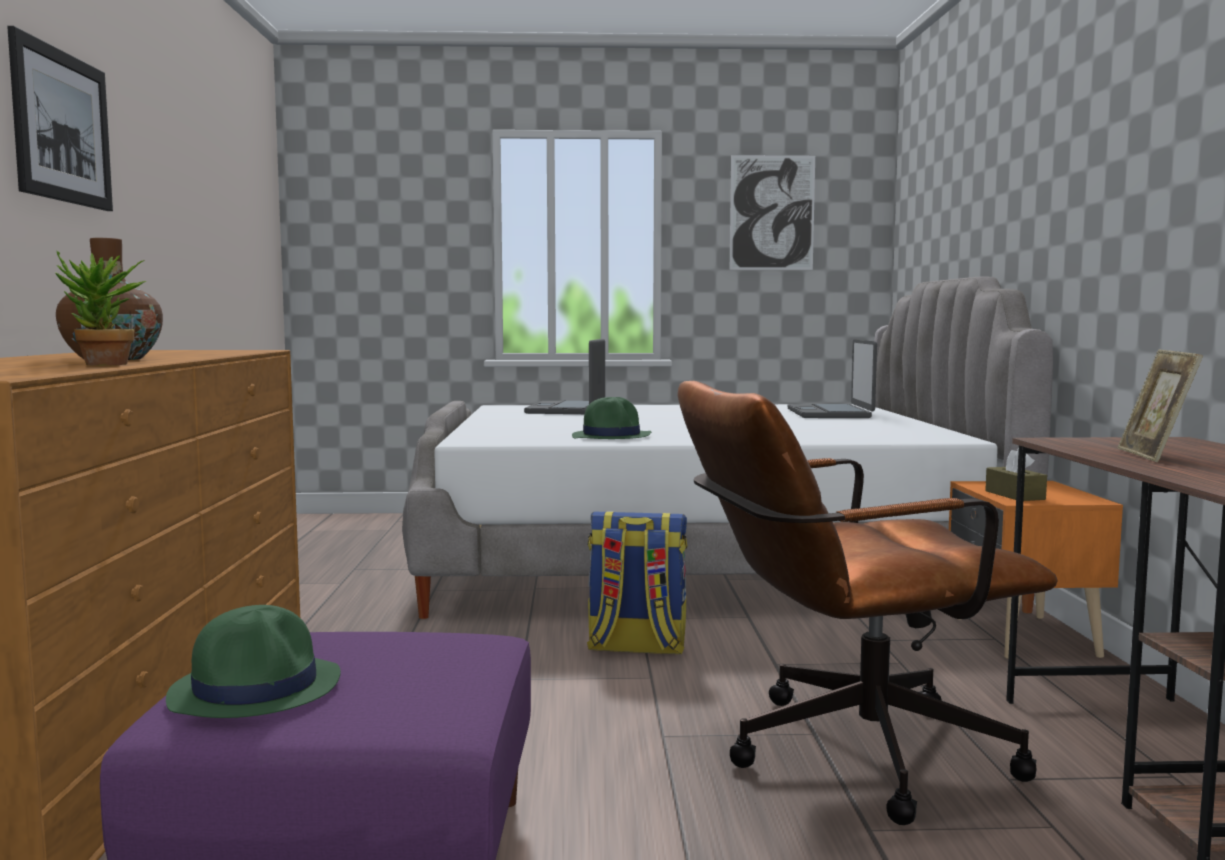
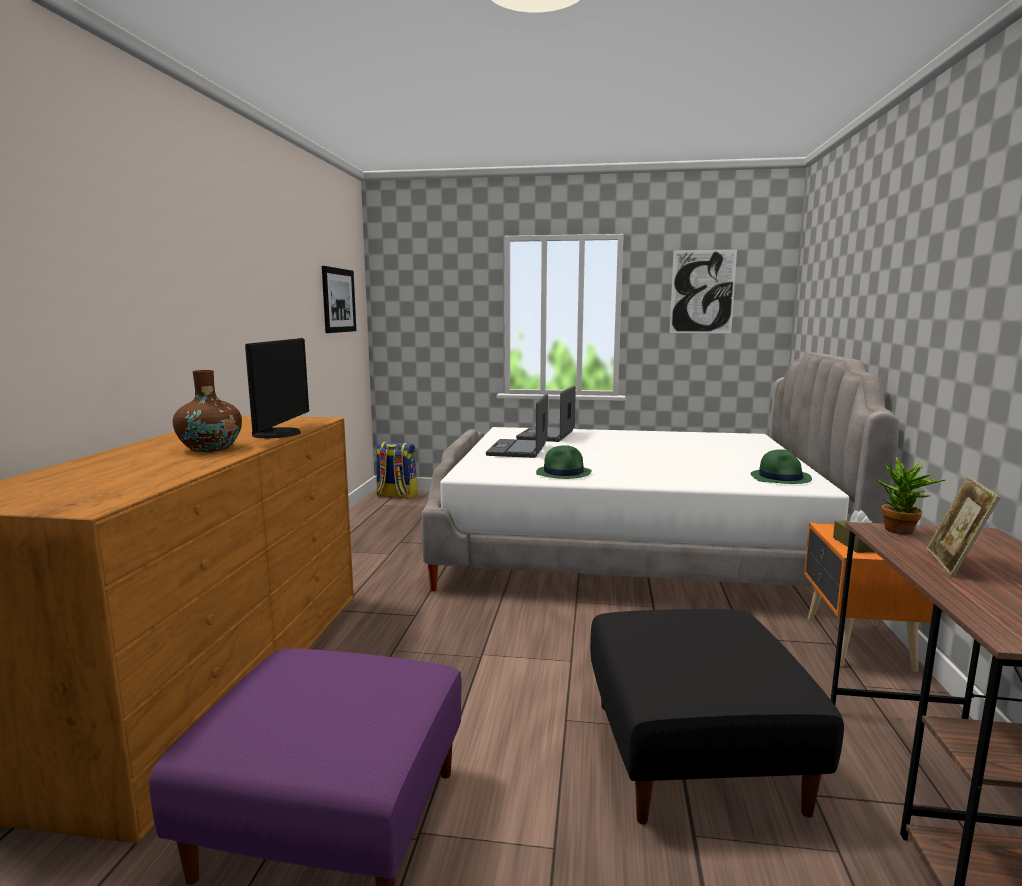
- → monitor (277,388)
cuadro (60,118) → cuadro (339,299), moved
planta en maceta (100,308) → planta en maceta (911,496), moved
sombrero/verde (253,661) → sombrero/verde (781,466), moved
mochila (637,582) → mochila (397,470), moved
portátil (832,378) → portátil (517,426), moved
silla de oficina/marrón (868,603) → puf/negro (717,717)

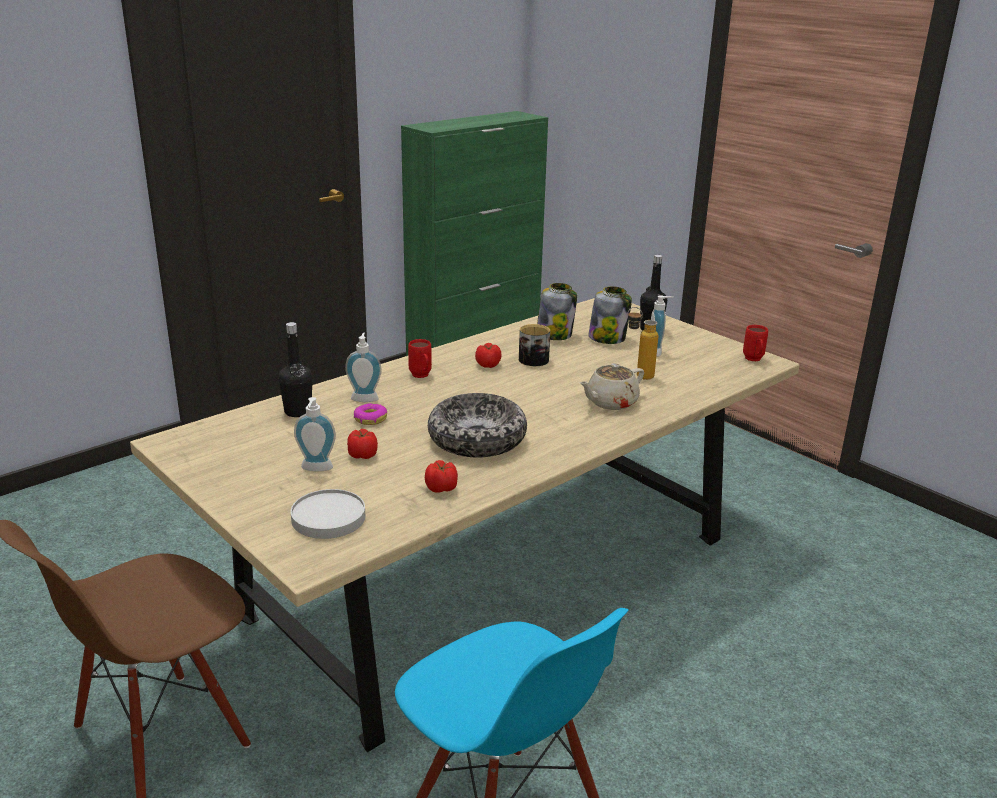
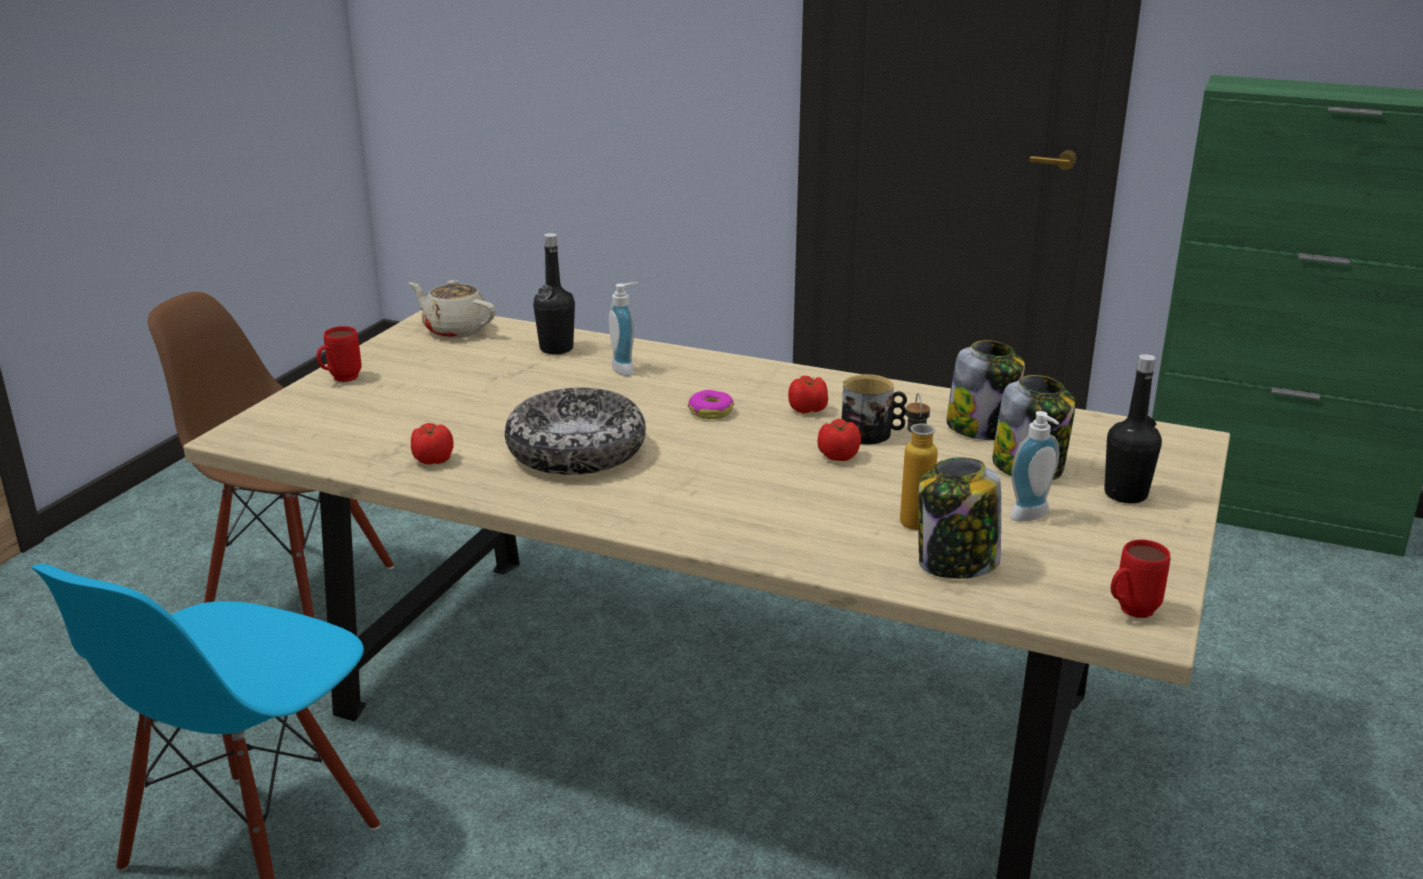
plato/blanco (328,514) → -
dispensador de jabón (315,434) → -
- → tarro (959,518)
tomate (362,444) → tomate (839,440), moved
rosquilla (370,414) → rosquilla (711,404), moved
taza grande/rojo (420,358) → taza grande/rojo (339,354), moved
tetera/beis (611,386) → tetera/beis (452,309), moved

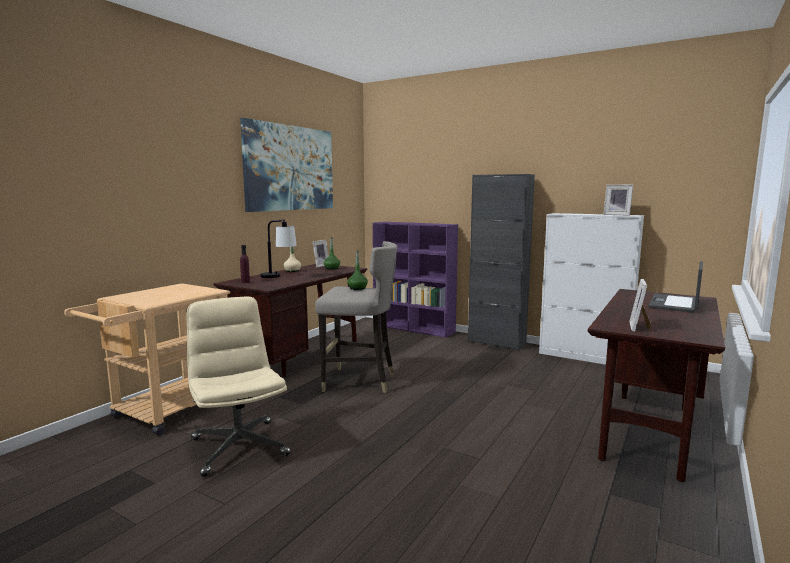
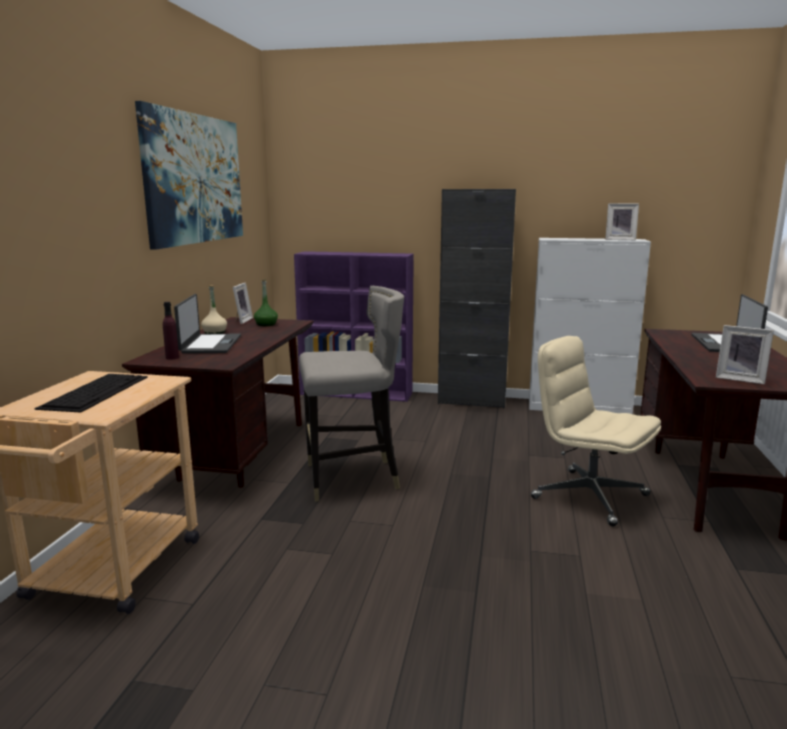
botella/verde (358,270) → -
- → teclado (91,393)
silla de oficina/beis (238,386) → silla de oficina/beis (596,431), moved
lámpara de mesa (278,249) → portátil (207,324)
portarretratos (640,305) → portarretratos (745,354), 60 degrees counterclockwise

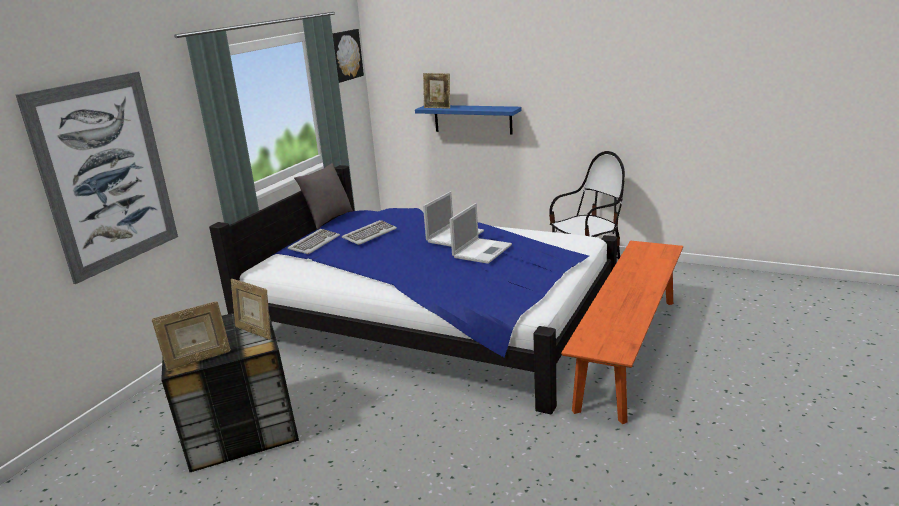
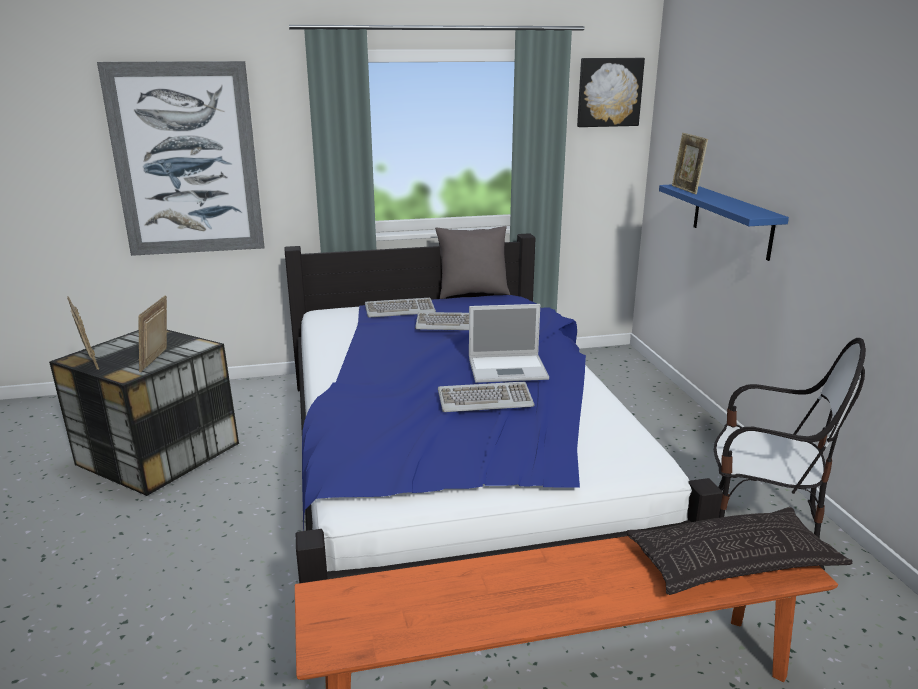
- → cojín (739,551)
portátil (480,233) → teclado (486,397)
portarretratos (191,335) → portarretratos (83,333), 150 degrees counterclockwise

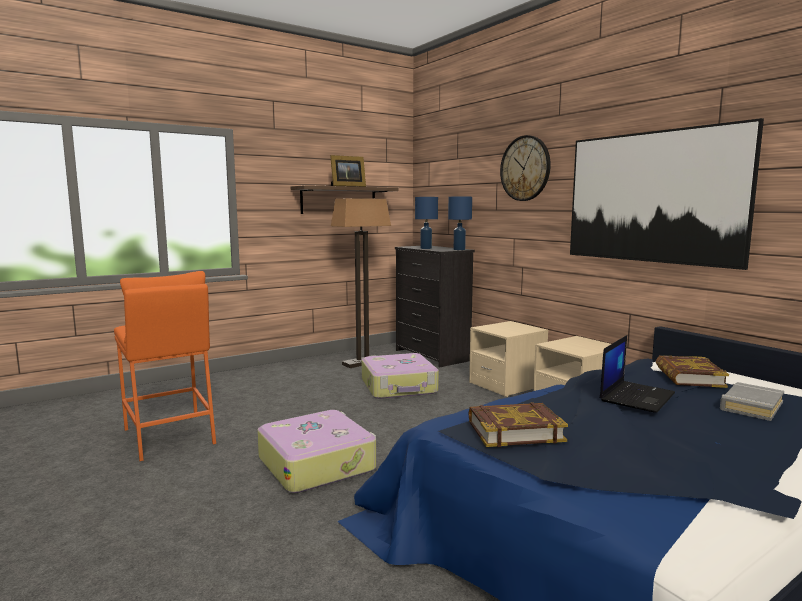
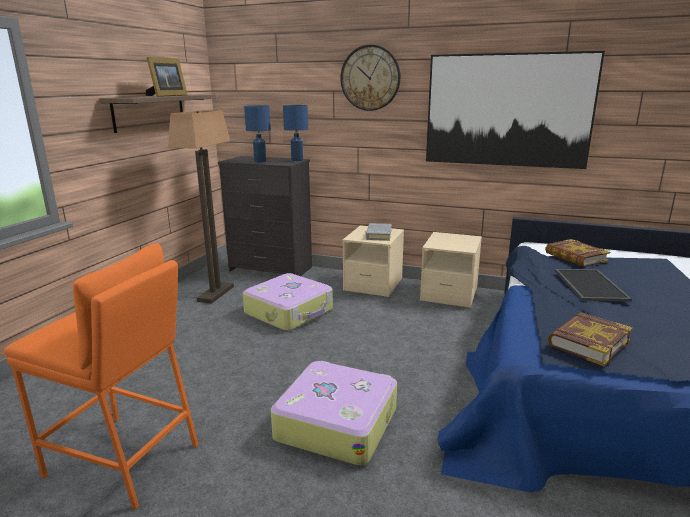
libro/gris (752,401) → libro/gris (379,232), moved
portátil (637,374) → bandeja (593,285)

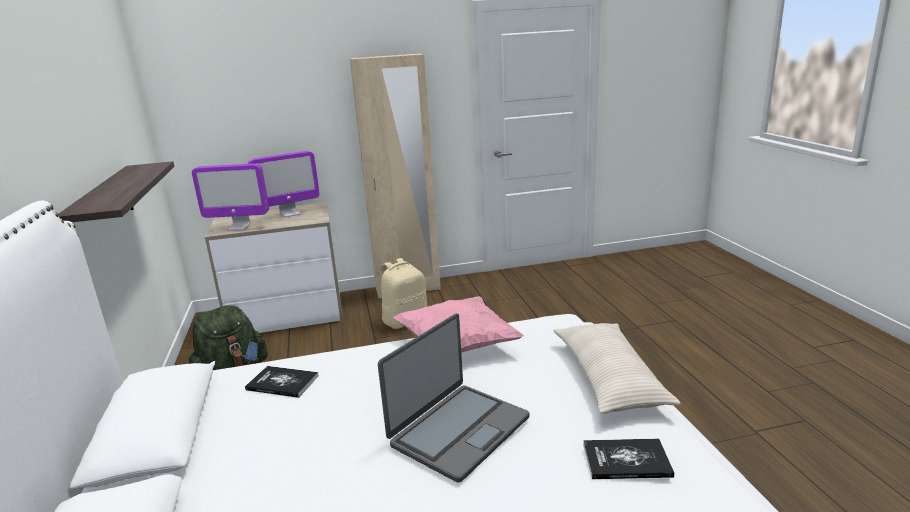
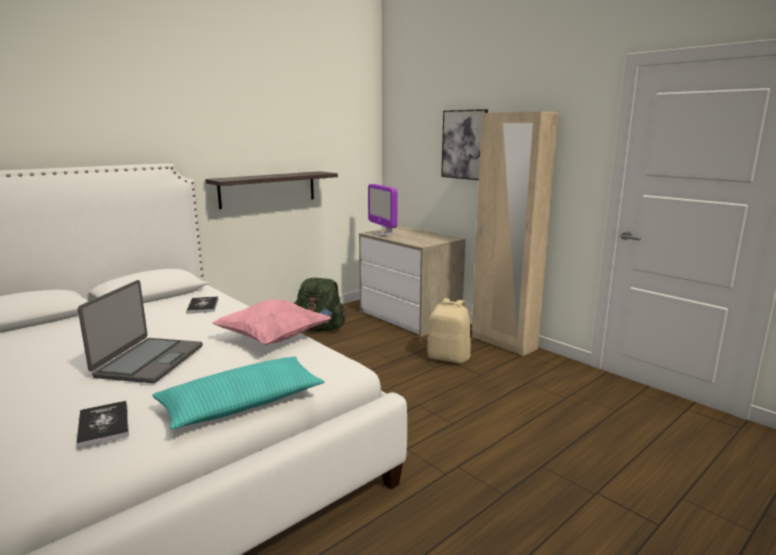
monitor (284,184) → -
- → cuadro (464,144)
cojín/beis (617,368) → cojín/turquesa (239,392)
portátil (453,398) → portátil (140,331), 90 degrees counterclockwise

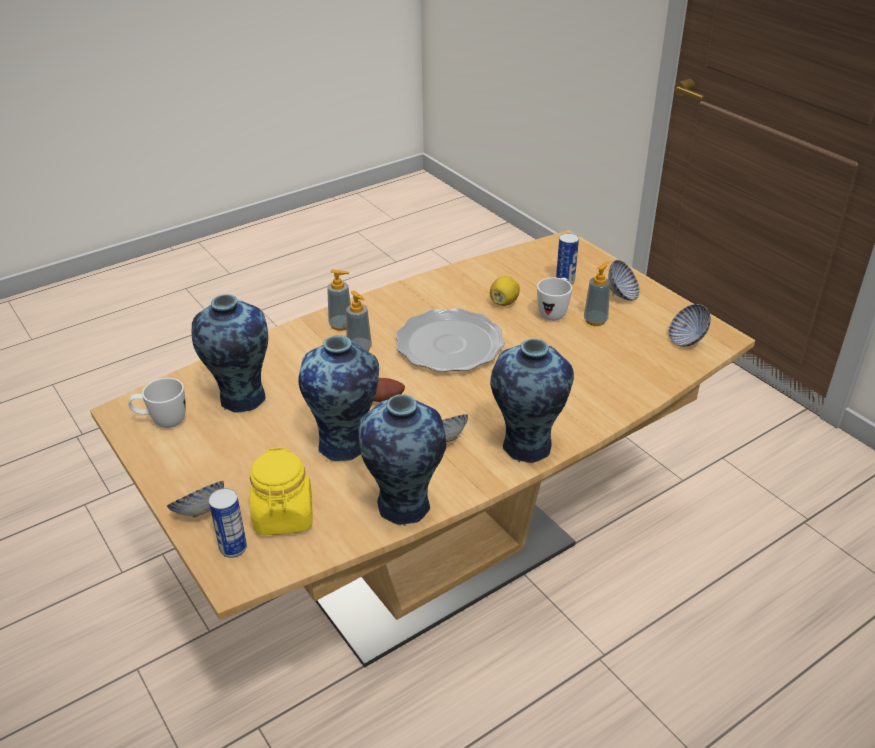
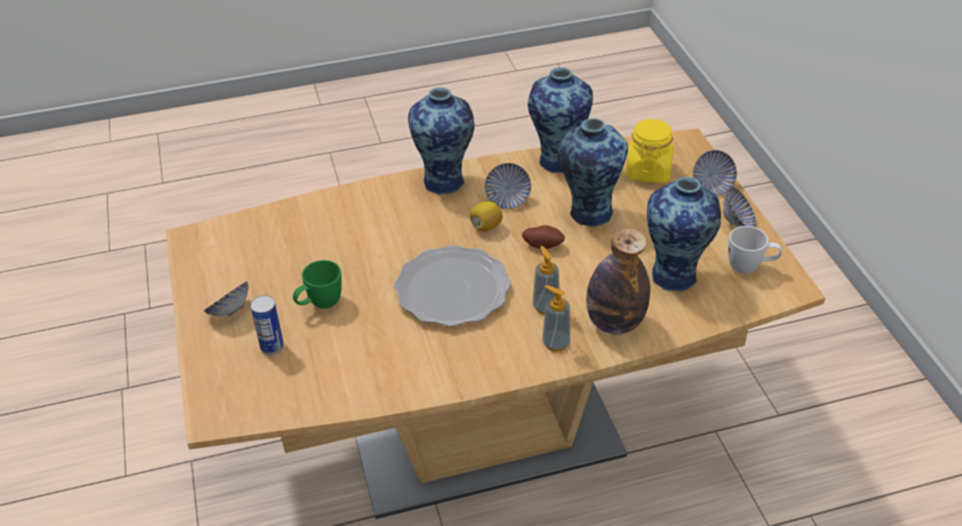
lata (228,523) → -
dispensador de jabón (597,293) → -
- → botella (618,281)
limón (505,291) → limón (486,216), moved
cuenco (689,325) → cuenco (739,207), moved
taza grande/blanco (554,299) → taza grande/verde (317,284)

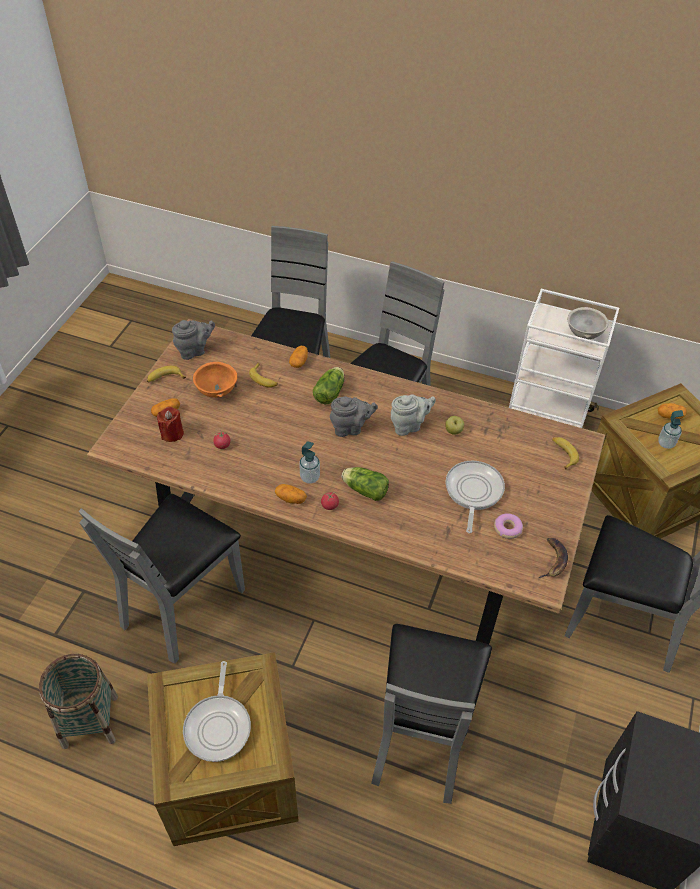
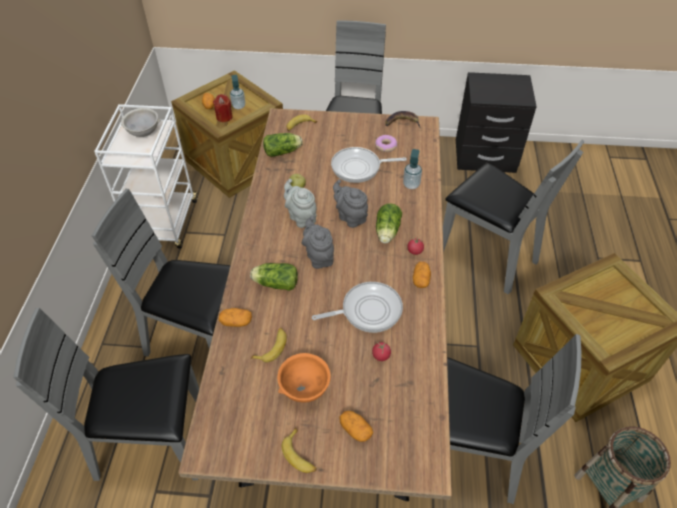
- → lechuga (283,145)
vela/rojo (170,424) → vela/rojo (223,108), moved
tetera/gris (193,340) → tetera/gris (350,203), moved
sartén (217,711) → sartén (357,307), moved
dispensador de jabón (309,463) → dispensador de jabón (412,169), moved
silla/gris (431,714) → silla/gris (514,217), 45 degrees clockwise

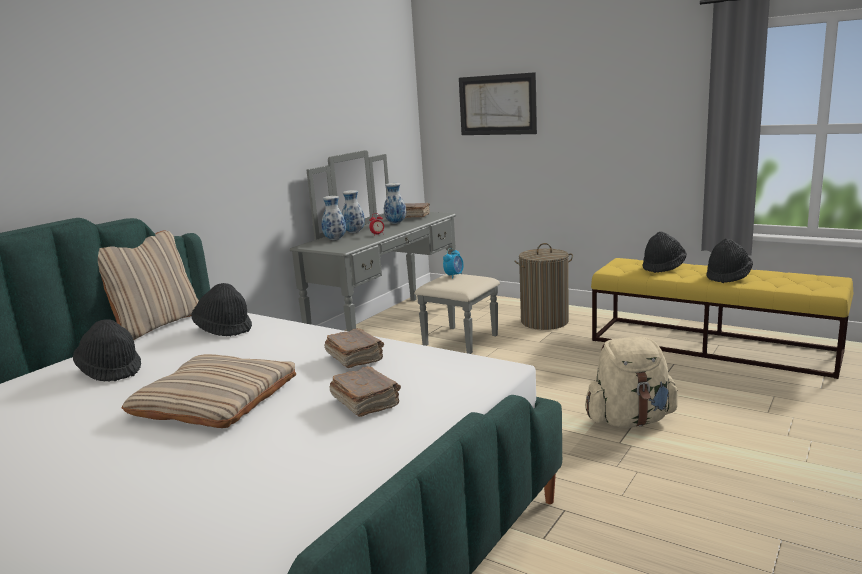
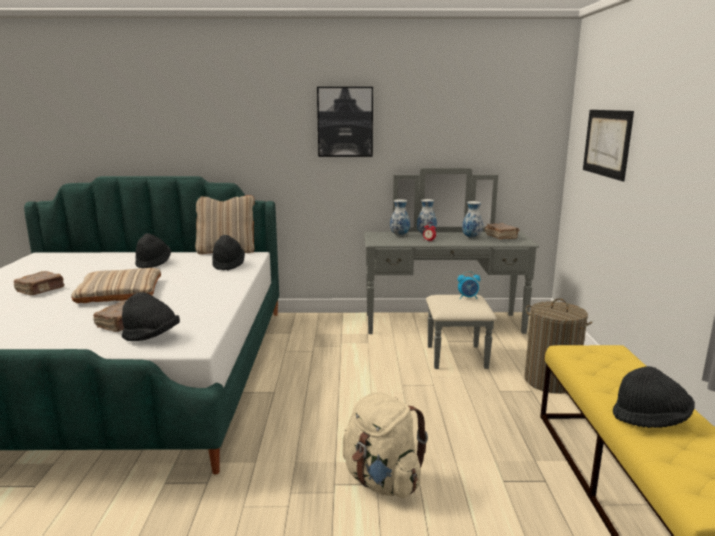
- → cuadro (345,122)
libro/marrón (354,348) → libro/marrón (38,283), moved
sombrero/negro (664,252) → sombrero/negro (151,316), moved

